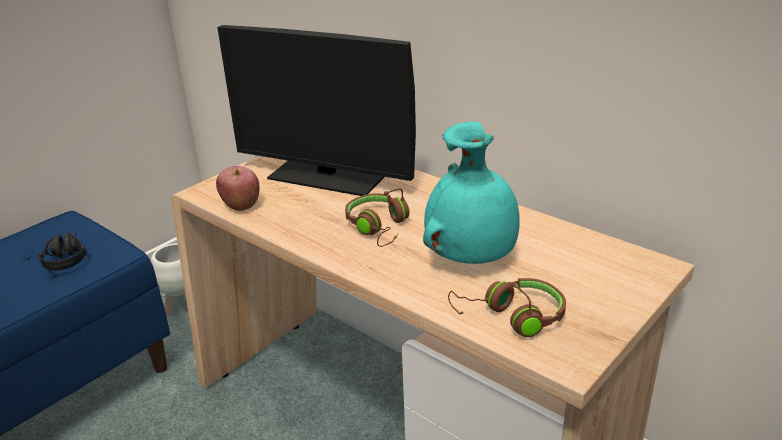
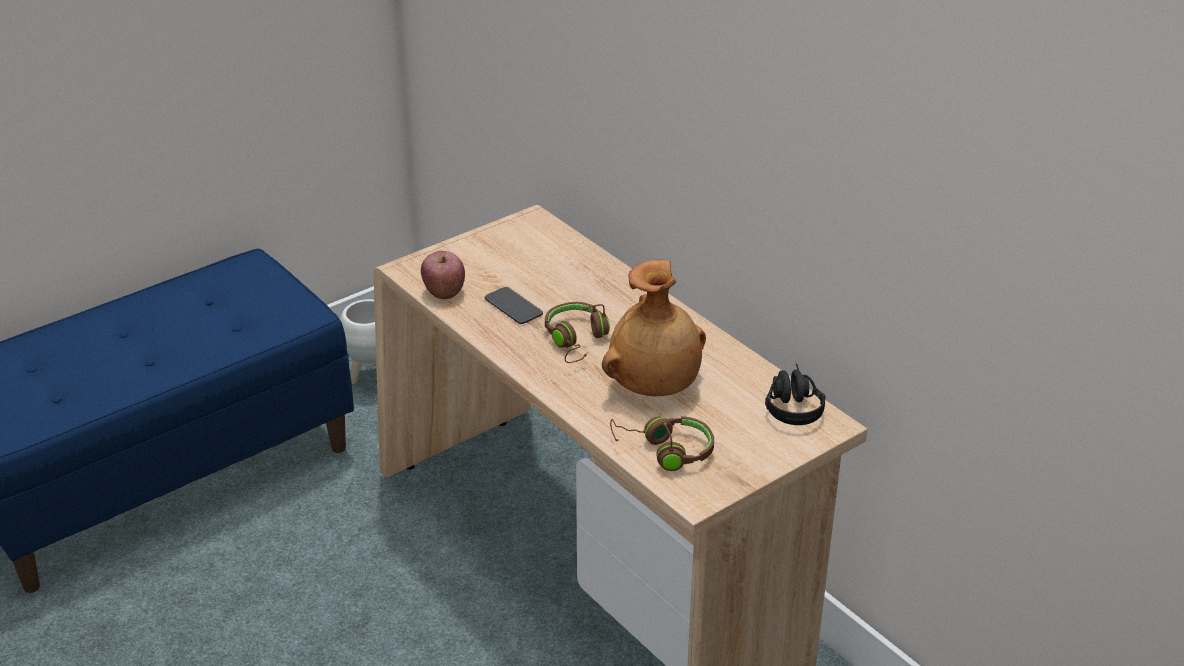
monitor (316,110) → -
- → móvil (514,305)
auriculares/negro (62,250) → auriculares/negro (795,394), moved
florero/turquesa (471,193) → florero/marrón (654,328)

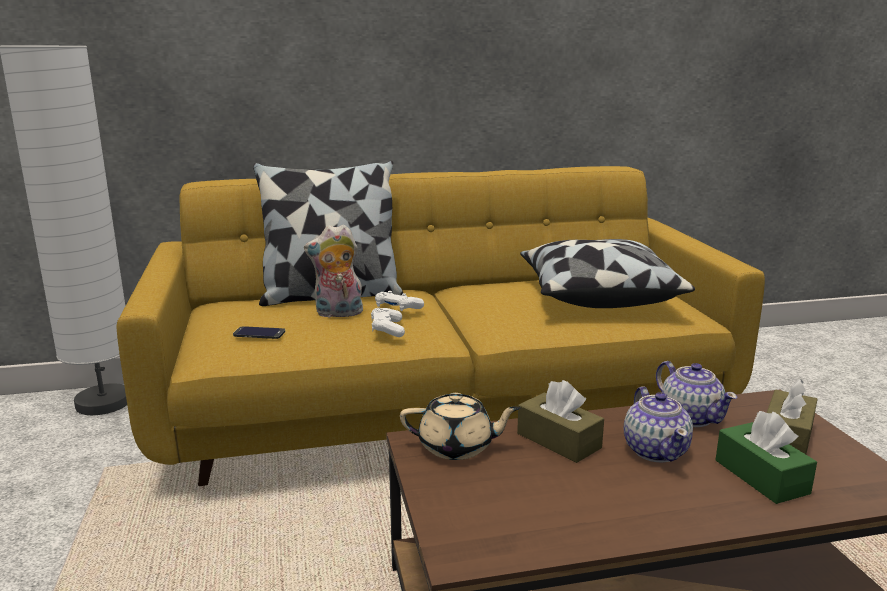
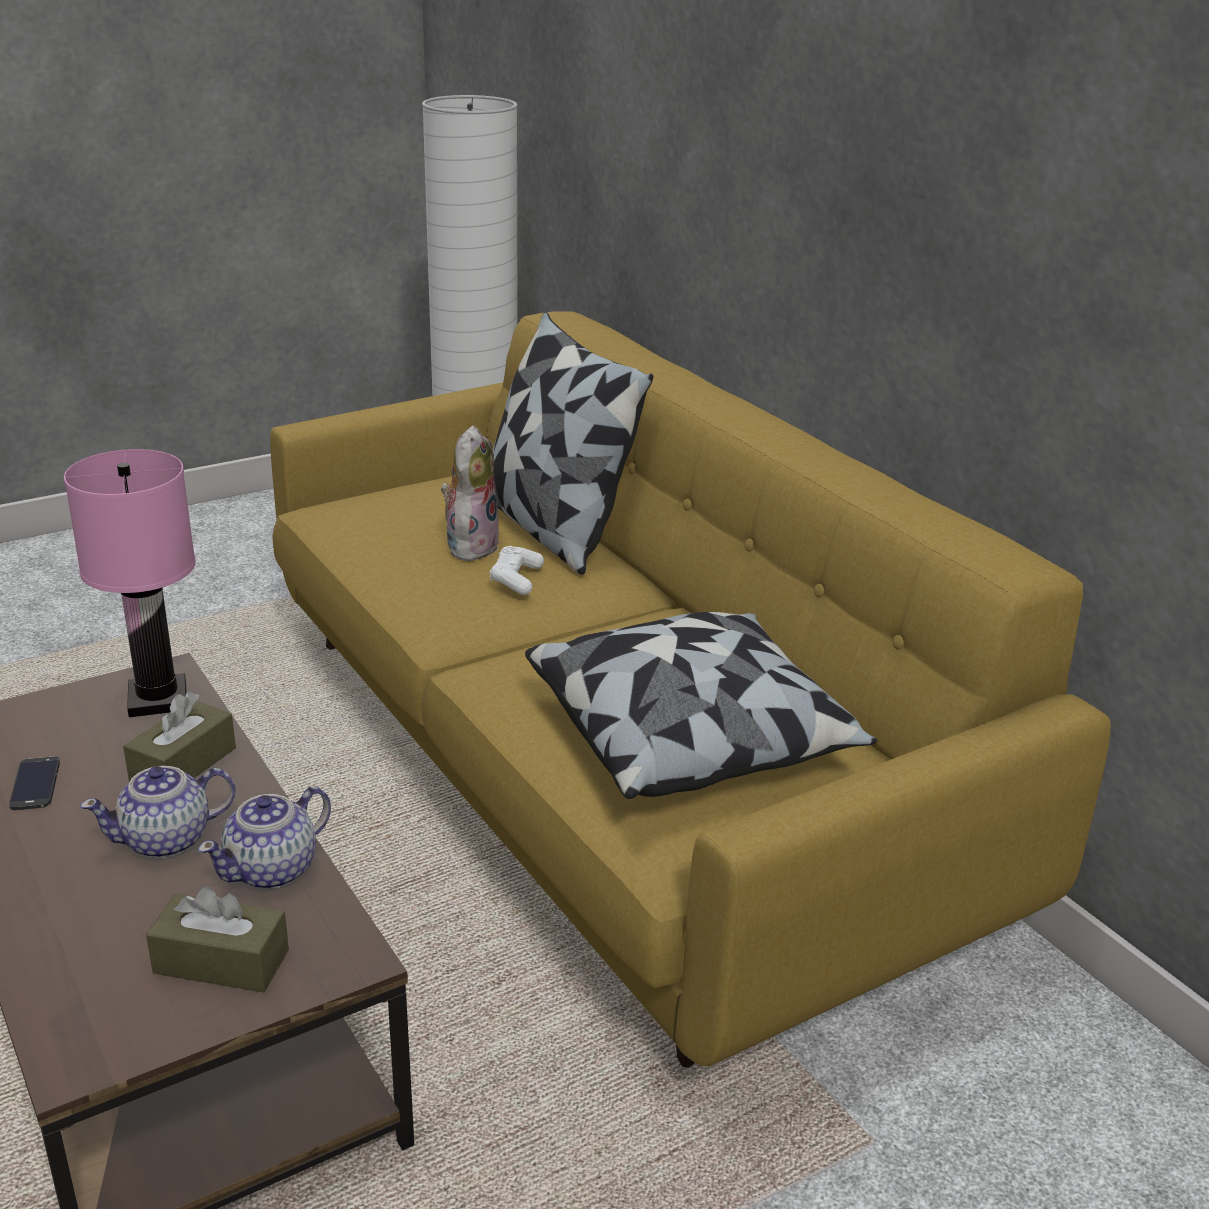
mando de consola/blanco (388,322) → -
caja de pañuelos/verde (766,457) → -
móvil (259,332) → móvil (34,783), moved
tetera/beis (460,426) → lámpara de mesa/rosa (130,583)
peluche (333,271) → peluche (470,494), 45 degrees clockwise

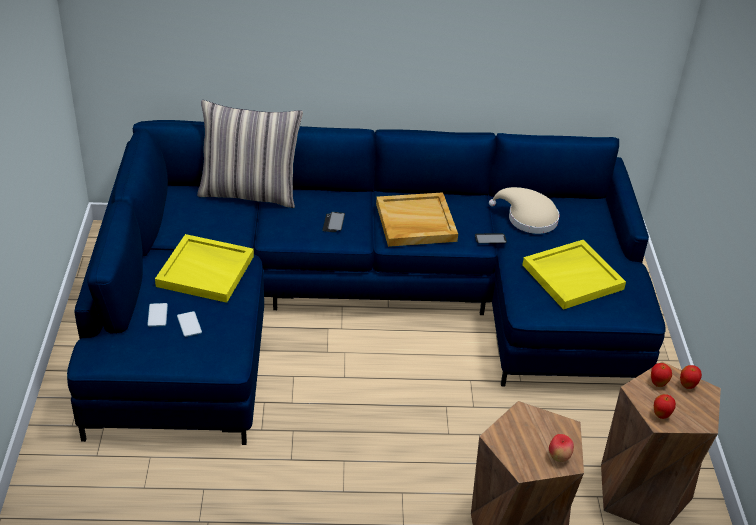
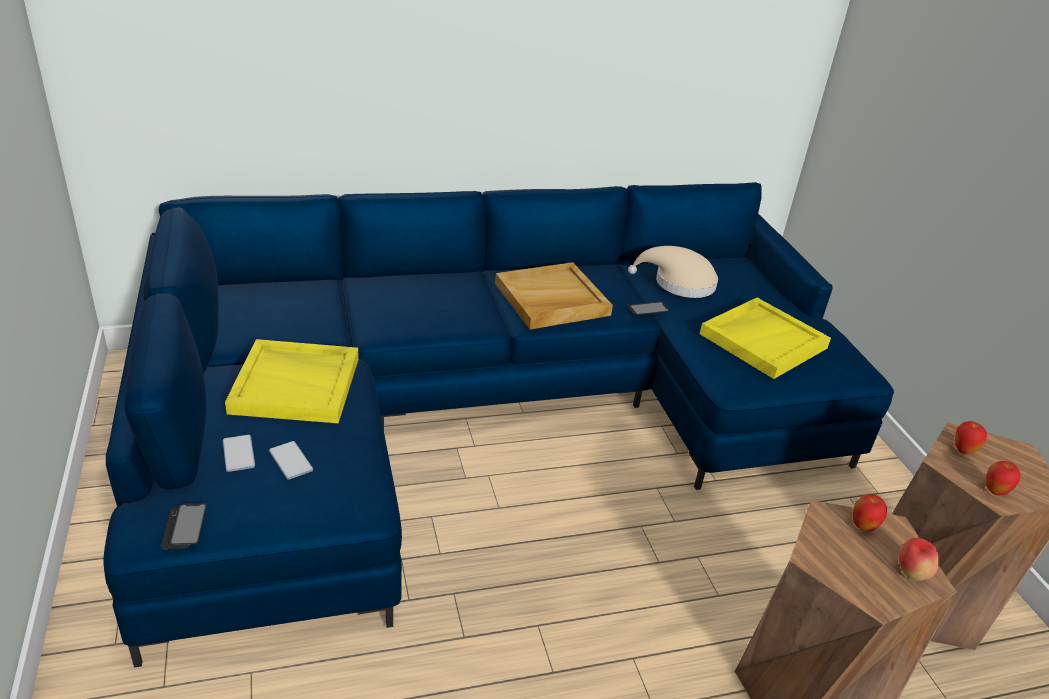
cojín (250,154) → -
móvil (333,222) → móvil (183,526), moved
manzana (691,377) → manzana (870,512), moved

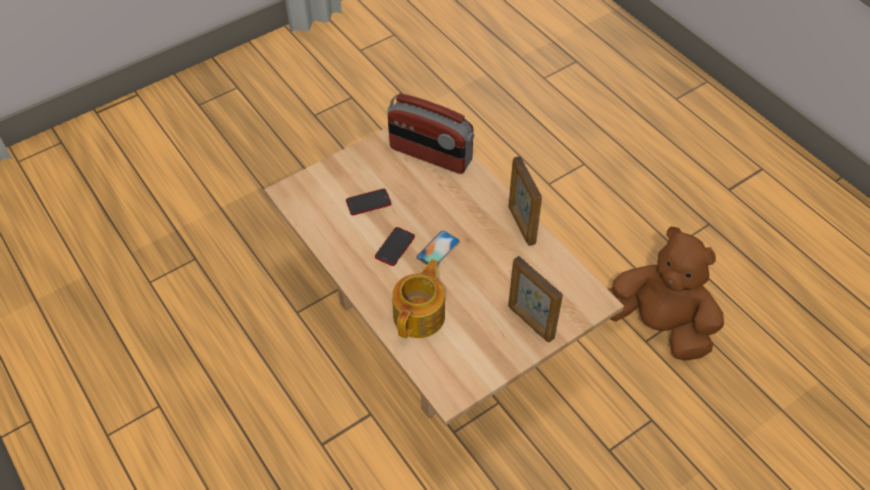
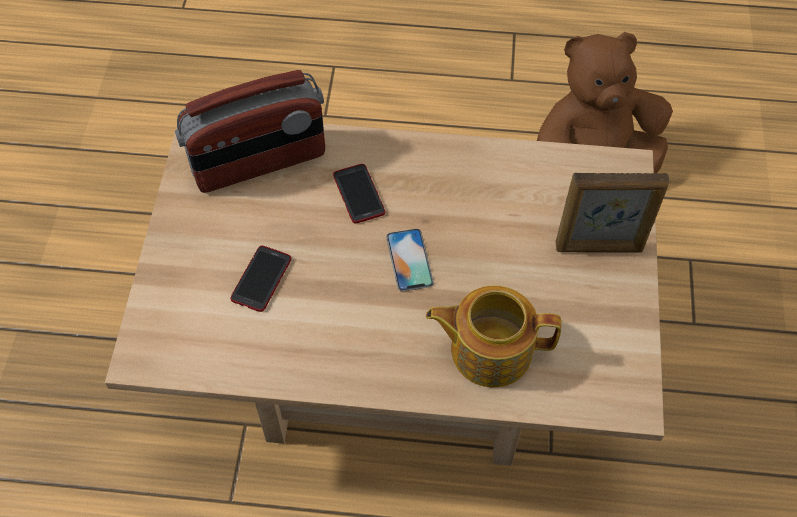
portarretratos (525,201) → -
móvil (395,246) → móvil (359,193), moved
tetera (418,298) → tetera (493,336), 60 degrees counterclockwise

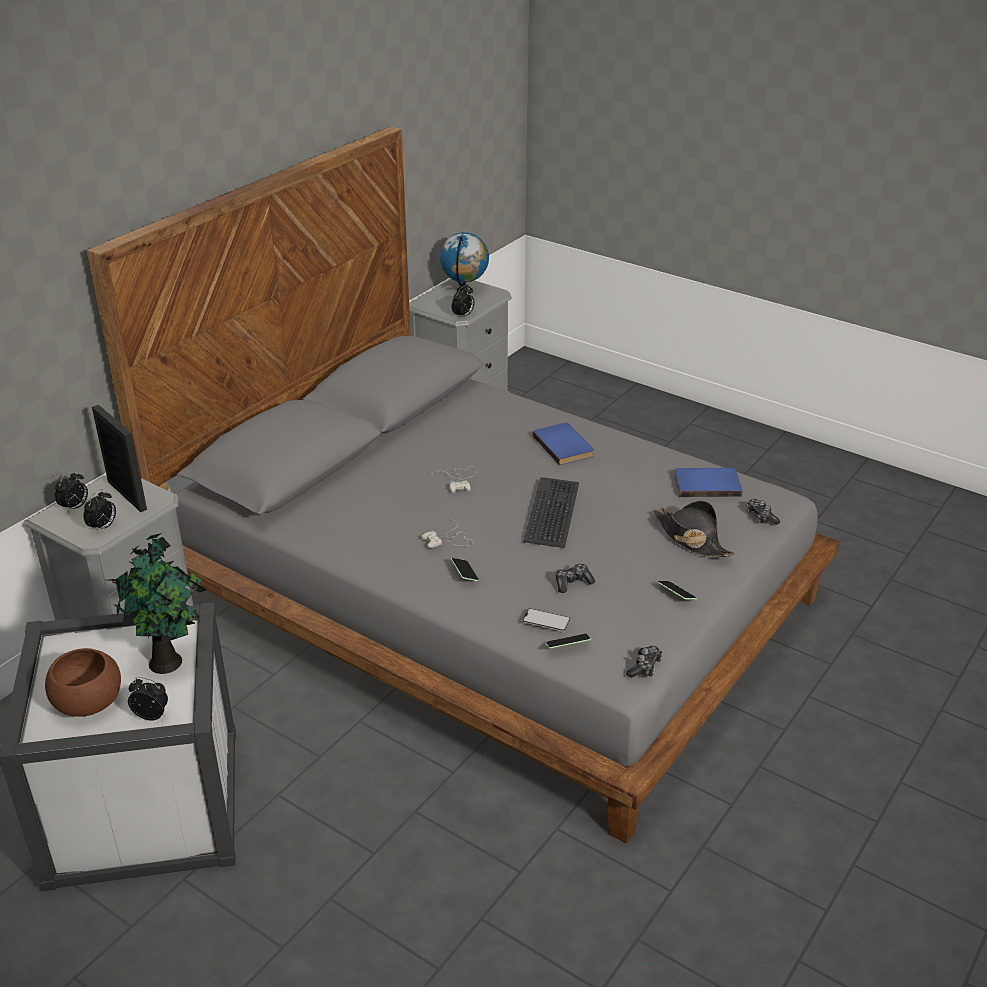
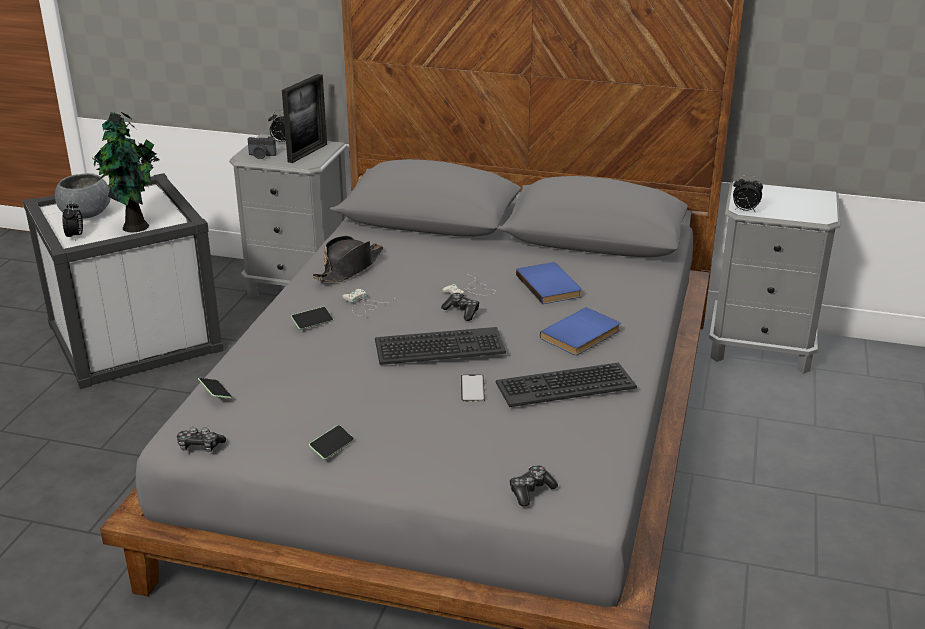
globo terráqueo (464,263) → -
- → teclado (566,384)
móvil (546,619) → móvil (473,388), moved
mando de consola (575,578) → mando de consola (460,307), moved
sombrero/negro (694,529) → sombrero/negro (347,259), moved
libro/azul (708,482) → libro/azul (549,283), moved
despertador (100,511) → cámara (262,147)
cuenco/marrón (83,682) → cuenco/gris (83,196)

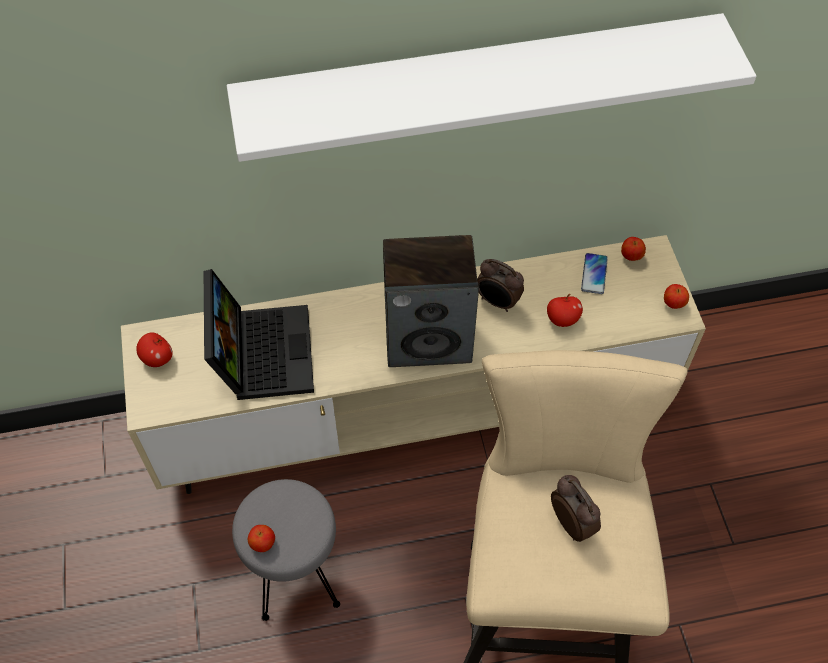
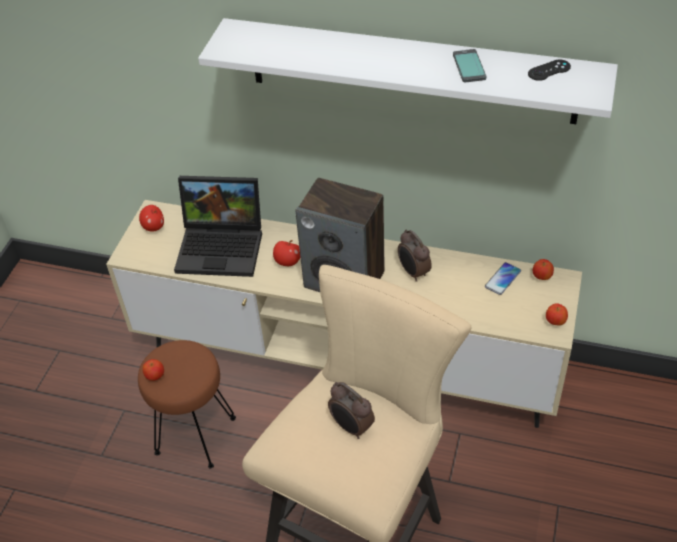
- → móvil (469,65)
- → mando de consola/negro (549,70)
manzana (565,310) → manzana (286,253), moved
taburete/gris (286,550) → taburete/marrón (187,404)
portátil (259,334) → portátil (218,226), 75 degrees clockwise
despertador (576,508) → despertador (351,410), 135 degrees clockwise

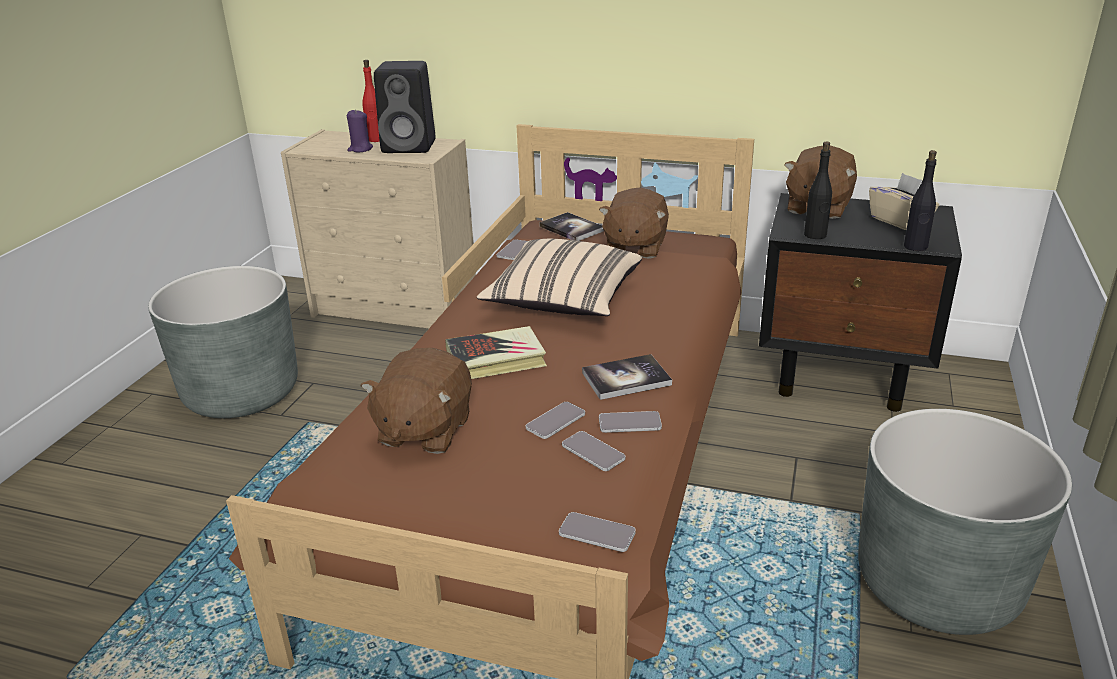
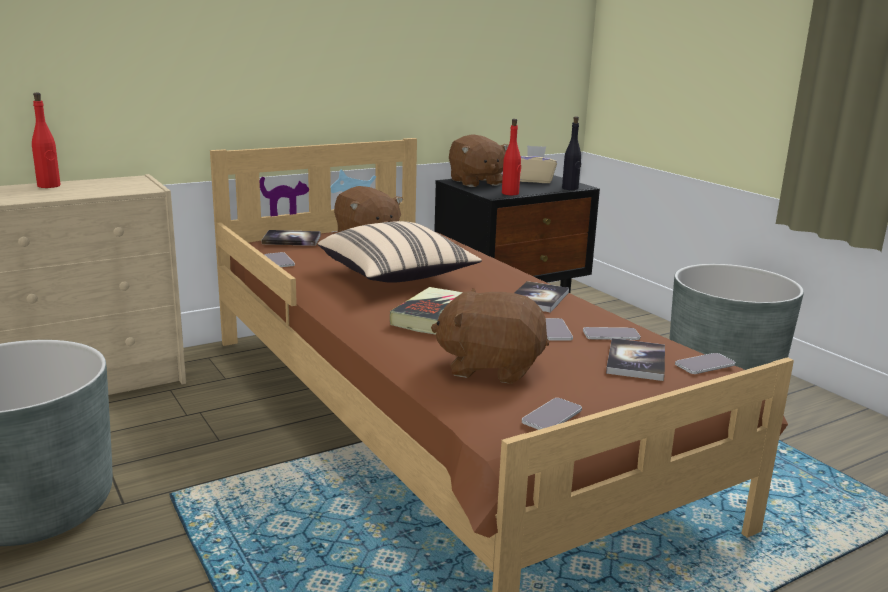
vela/morado (360,130) → -
altavoz/negro (405,107) → -
- → libro (635,359)
móvil (630,422) → móvil (552,414), moved
botella/negro (818,190) → botella/rojo (511,157)
peluche/marrón (416,401) → peluche/marrón (490,336), 135 degrees clockwise

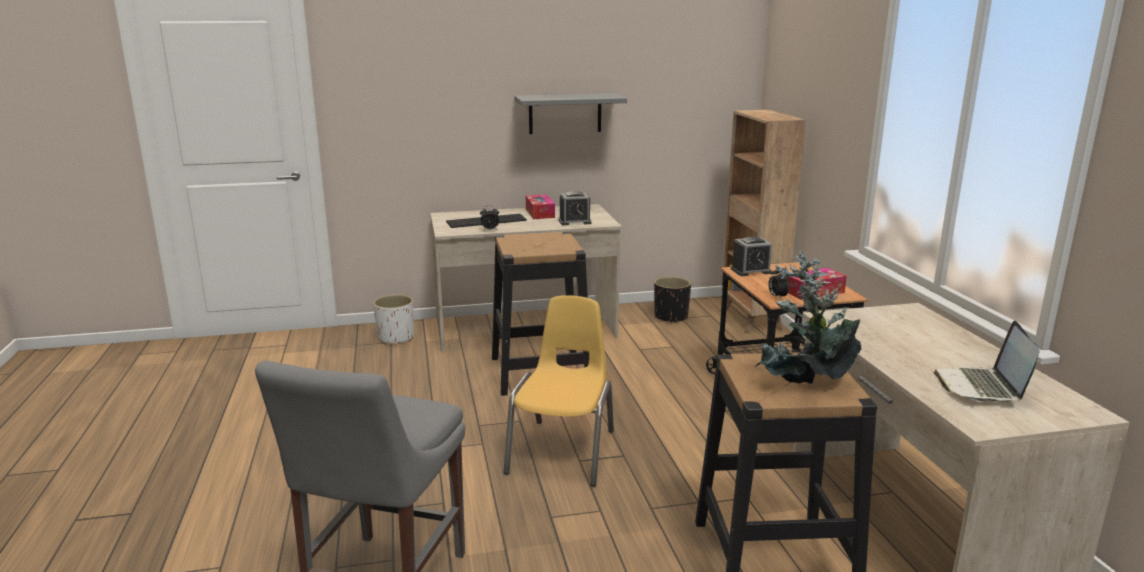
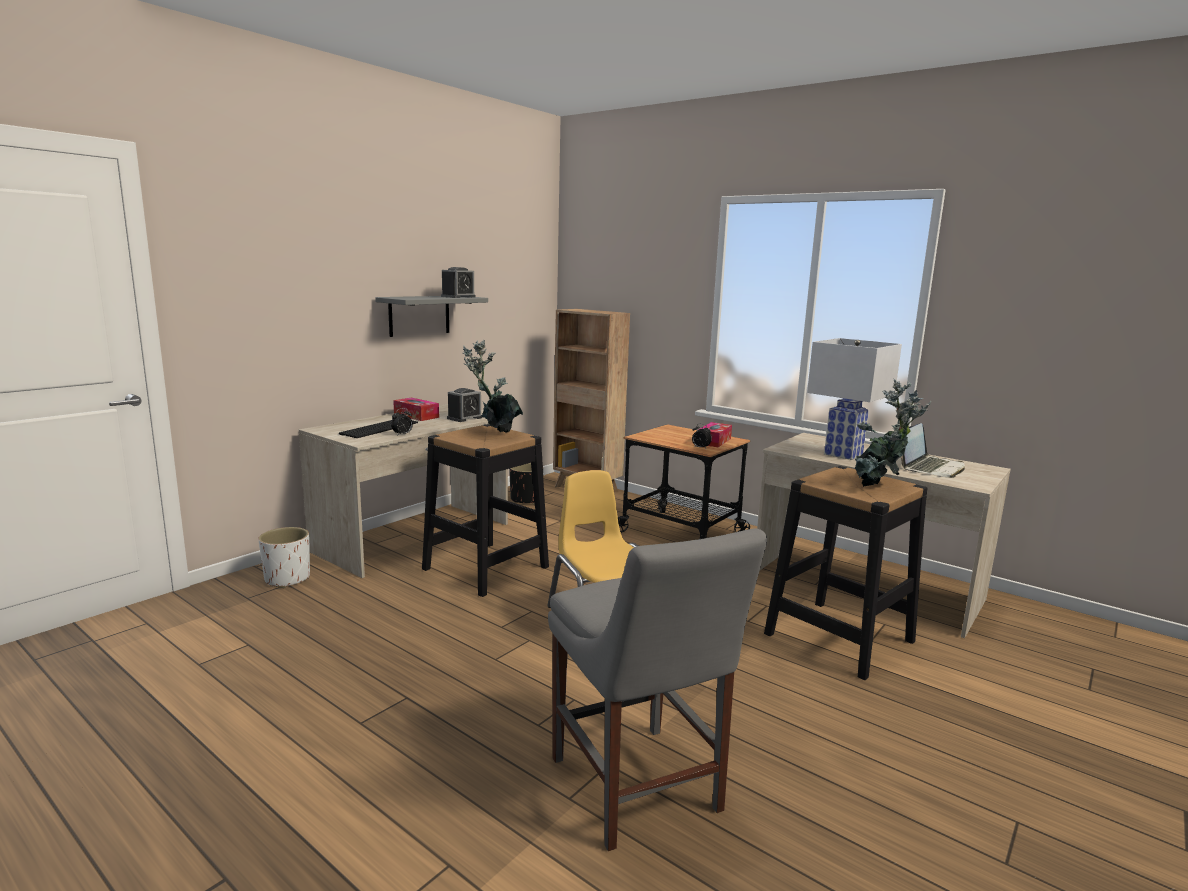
- → planta en maceta (493,386)
- → lámpara de mesa/blanco (854,399)
despertador (751,256) → despertador (458,282), moved
portátil (986,361) → portátil (933,450), 105 degrees counterclockwise

